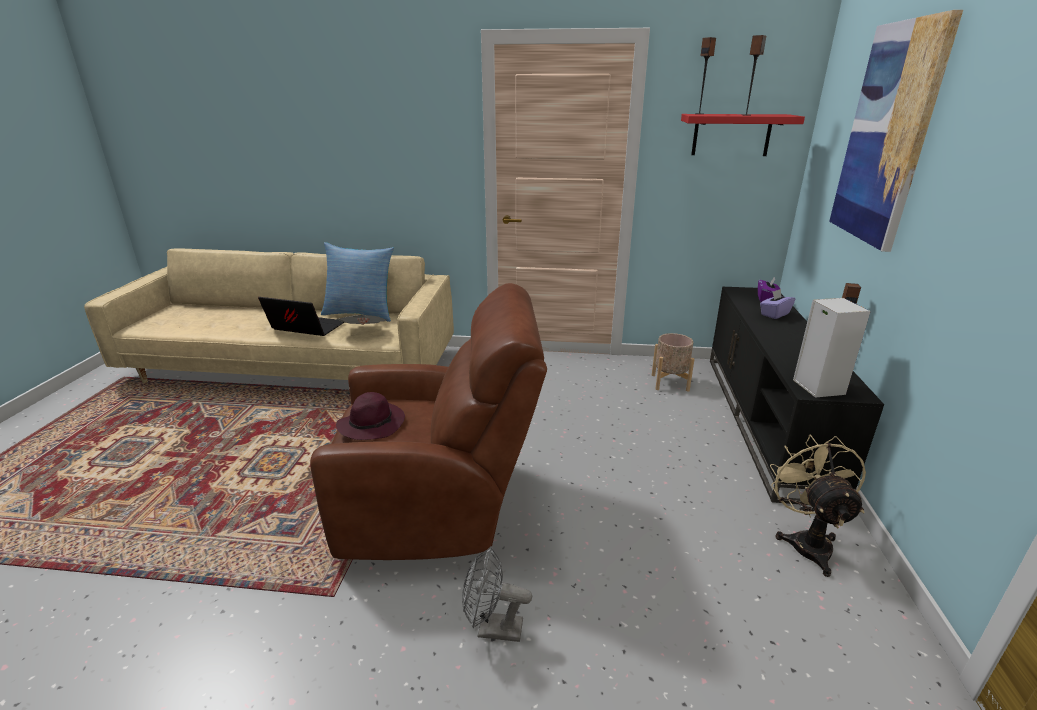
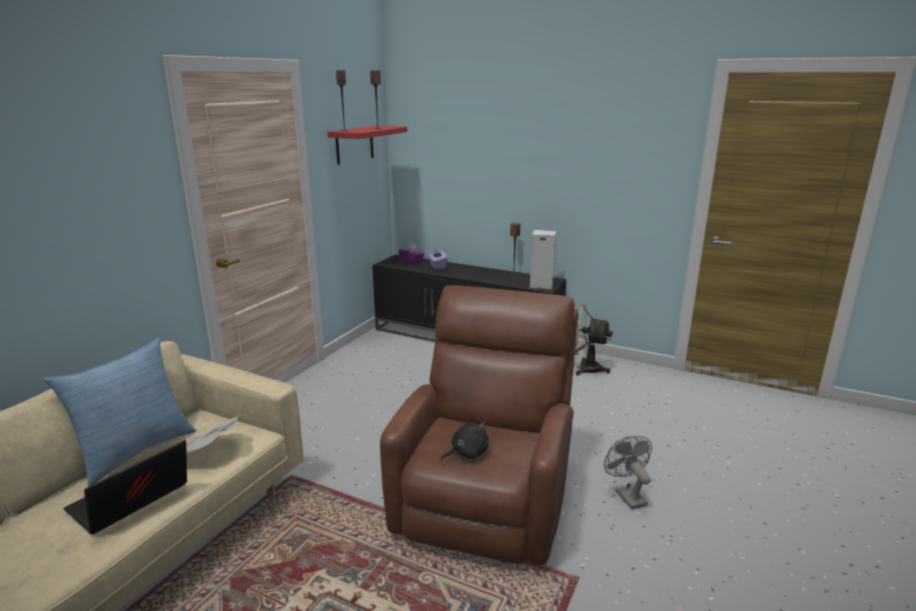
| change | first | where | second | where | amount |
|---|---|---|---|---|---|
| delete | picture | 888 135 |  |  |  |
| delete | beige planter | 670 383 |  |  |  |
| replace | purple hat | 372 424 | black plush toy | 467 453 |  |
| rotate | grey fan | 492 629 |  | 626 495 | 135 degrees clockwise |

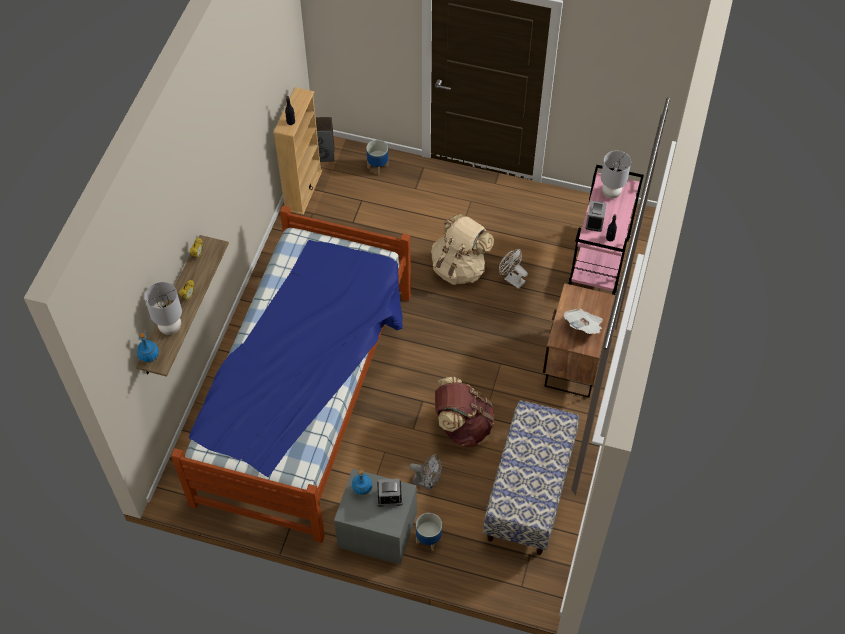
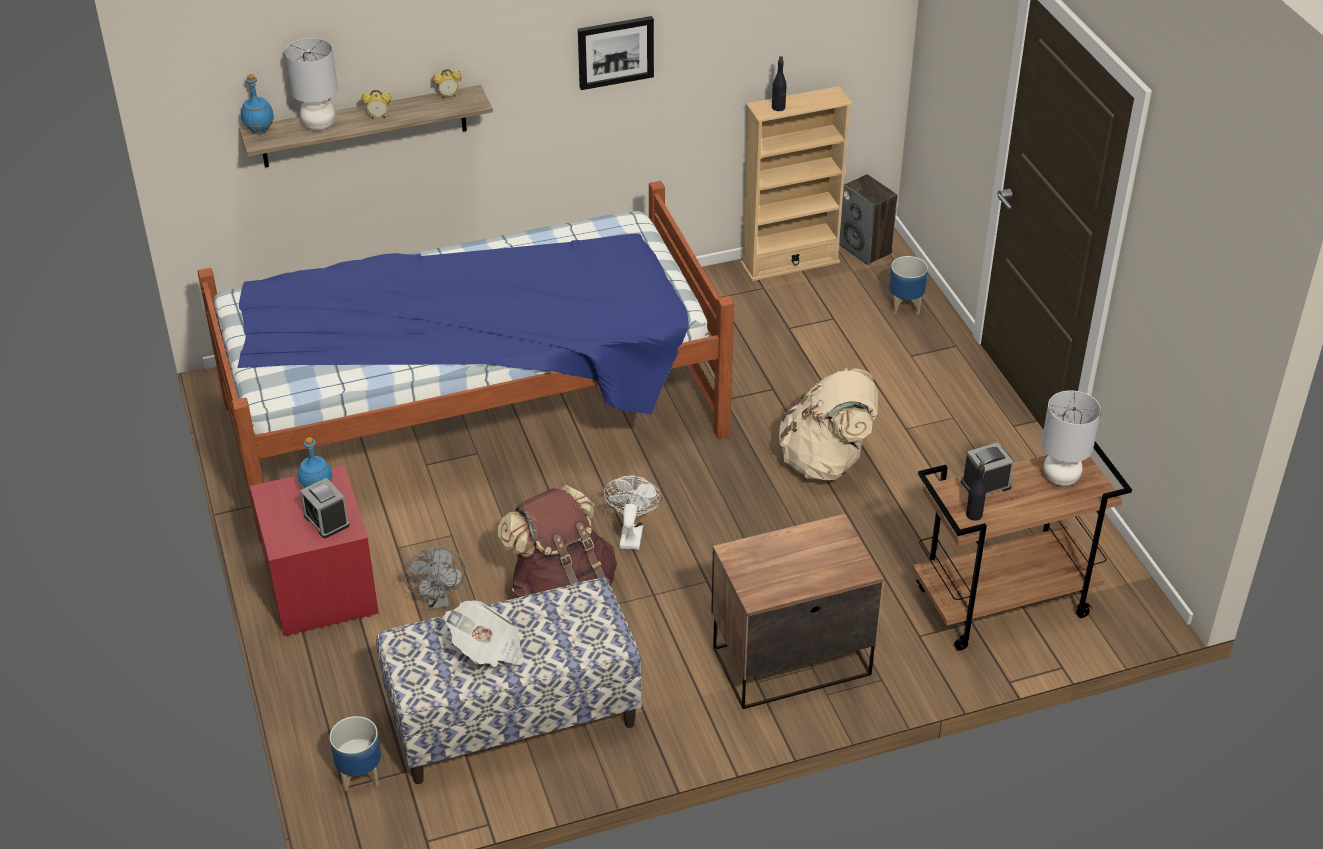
| change | first | where | second | where | amount |
|---|---|---|---|---|---|
| recolor | pink cart | 599 263 | brown cart | 1002 604 |  |
| move | white fan | 511 279 |  | 631 533 |  |
| move | newspaper | 583 327 |  | 488 650 |  |
| recolor | grey nightstand | 376 531 | red nightstand | 319 587 |  |
| move | planter | 428 539 |  | 359 775 |  |
| insert |  |  | picture | 615 51 |  |

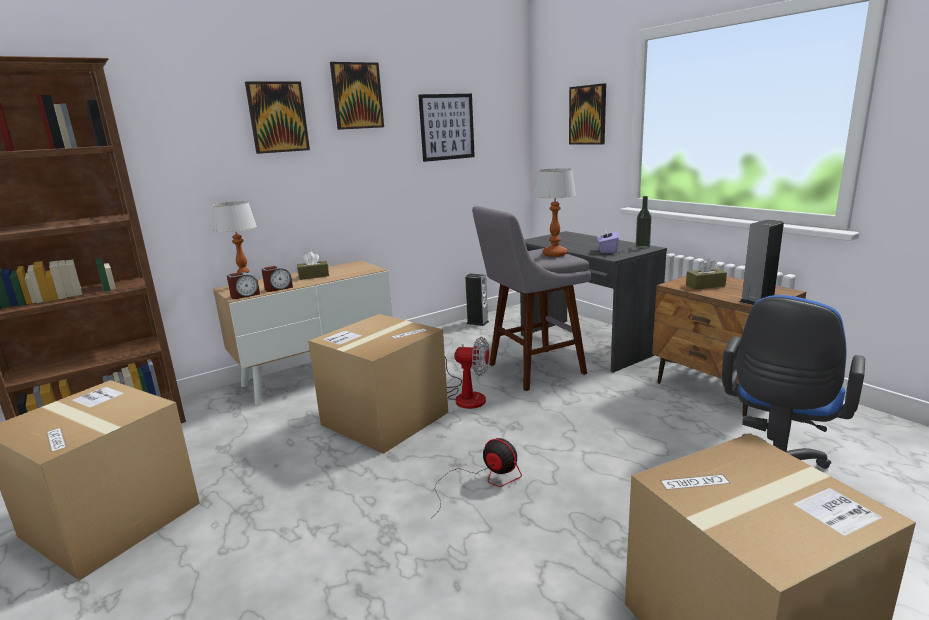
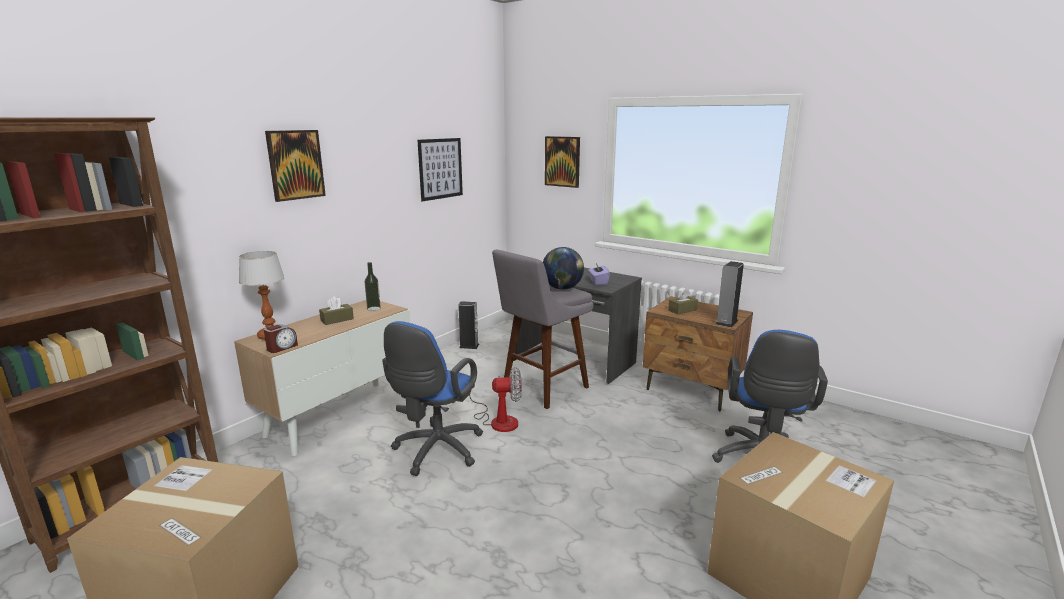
| change | first | where | second | where | amount |
|---|---|---|---|---|---|
| delete | picture | 357 96 |  |  |  |
| replace | table lamp | 555 254 | globe | 562 289 |  |
| move | bottle | 642 247 |  | 373 308 |  |
| delete | alarm clock | 278 288 |  |  |  |
| replace | cardboard box | 385 418 | blue office chair | 435 452 |  |
| delete | fan | 482 481 |  |  |  |

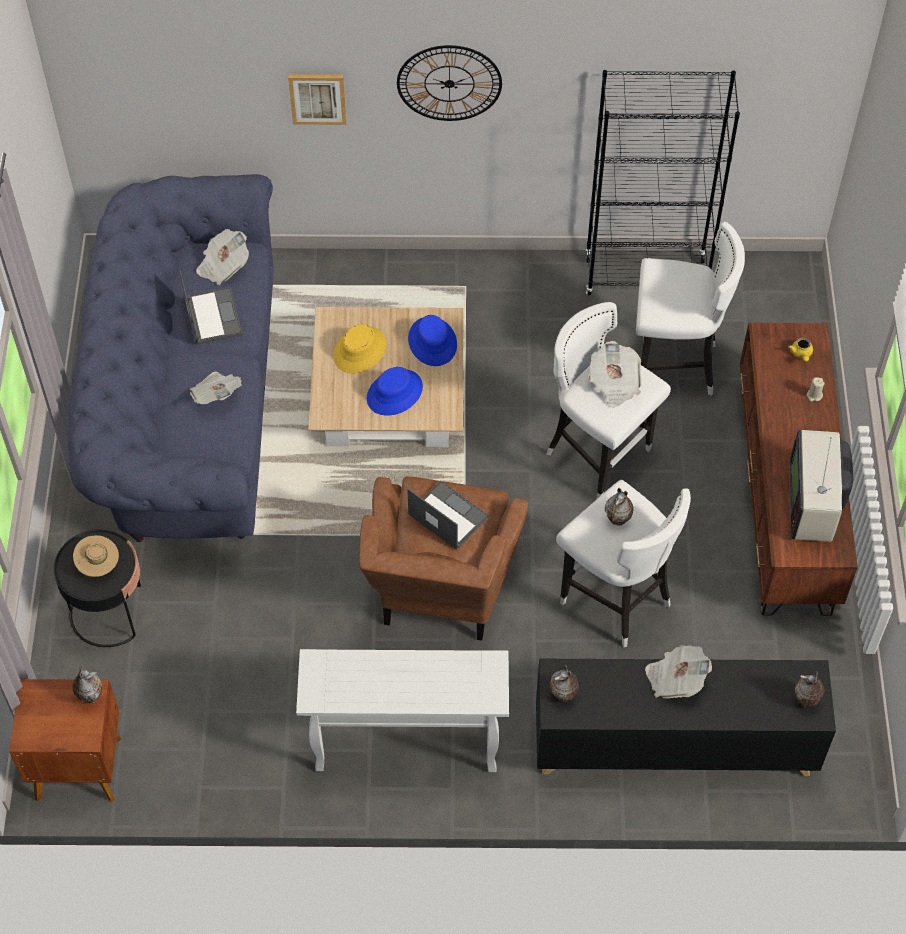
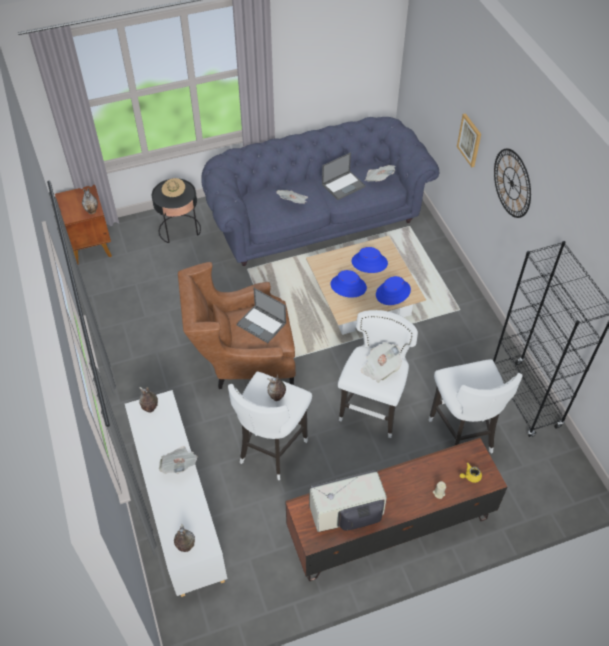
| change | first | where | second | where | amount |
|---|---|---|---|---|---|
| recolor | yellow hat | 360 350 | blue hat | 369 262 |  |
| rotate | laptop | 447 515 |  | 262 324 | 105 degrees clockwise |
| delete | white console table | 404 746 |  |  |  |
| recolor | black cabinet | 673 745 | white cabinet | 180 508 |  |

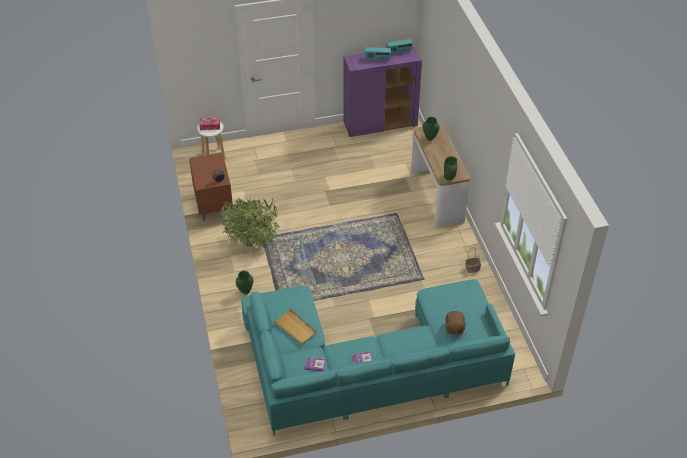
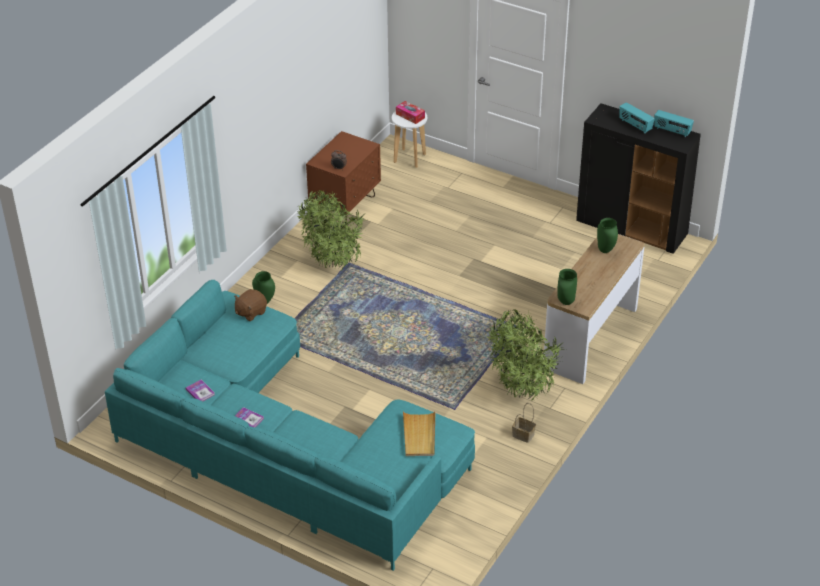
| change | first | where | second | where | amount |
|---|---|---|---|---|---|
| recolor | purple cabinet | 380 124 | black cabinet | 632 229 |  |
| move | beige tray | 295 328 |  | 419 435 |  |
| move | brown plush toy | 454 328 |  | 250 312 |  |
| insert |  |  | potted plant | 520 389 |  |

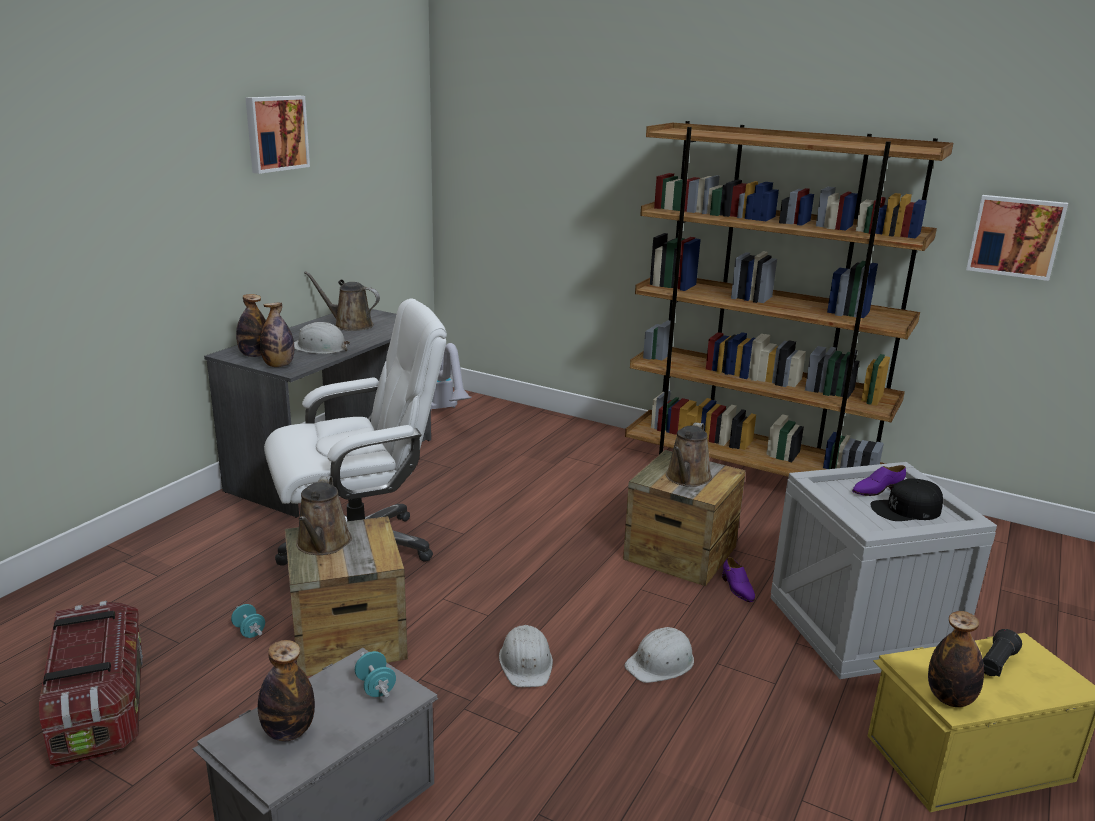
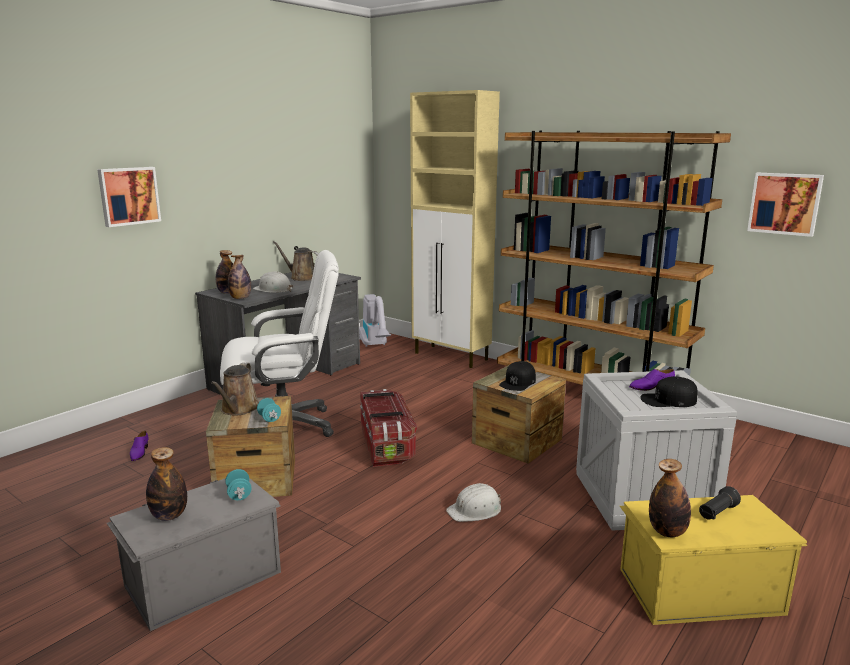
| change | first | where | second | where | amount |
|---|---|---|---|---|---|
| move | picture | 275 133 |  | 128 196 |  |
| replace | brown watering can | 687 478 | black cap | 518 382 |  |
| move | purple shoe | 737 588 |  | 139 453 |  |
| move | storage box | 100 707 |  | 386 445 |  |
| move | turquoise dumbbell | 249 631 |  | 269 418 |  |
| delete | white hard hat | 526 663 |  |  |  |
| insert |  |  | beige cabinet | 451 356 |  |

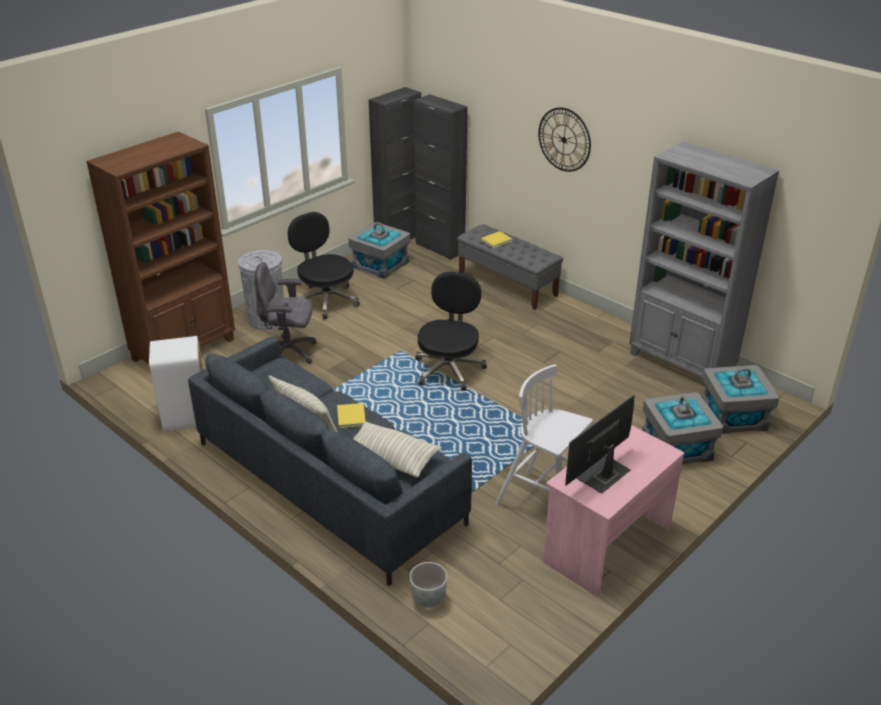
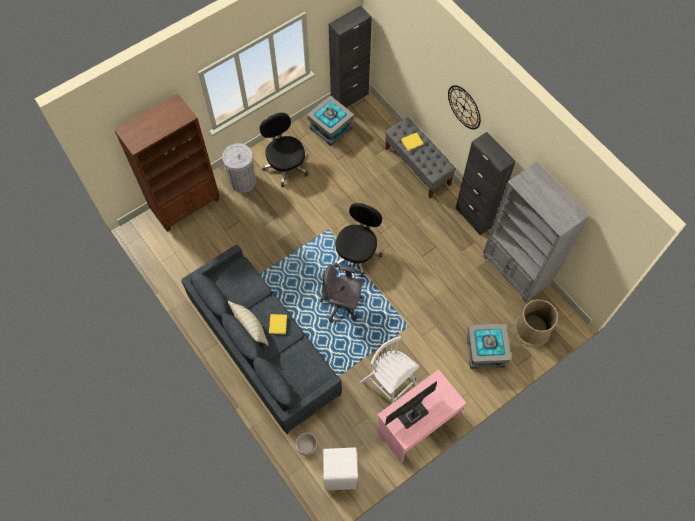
| change | first | where | second | where | amount |
|---|---|---|---|---|---|
| move | black cabinet | 440 248 |  | 474 217 |  |
| move | grey office chair | 289 353 |  | 342 305 |  |
| move | white trash can | 186 417 |  | 340 474 |  |
| replace | grey storage box | 733 416 | brown trash can | 531 329 |  |
| delete | pillow | 390 459 |  |  |  |

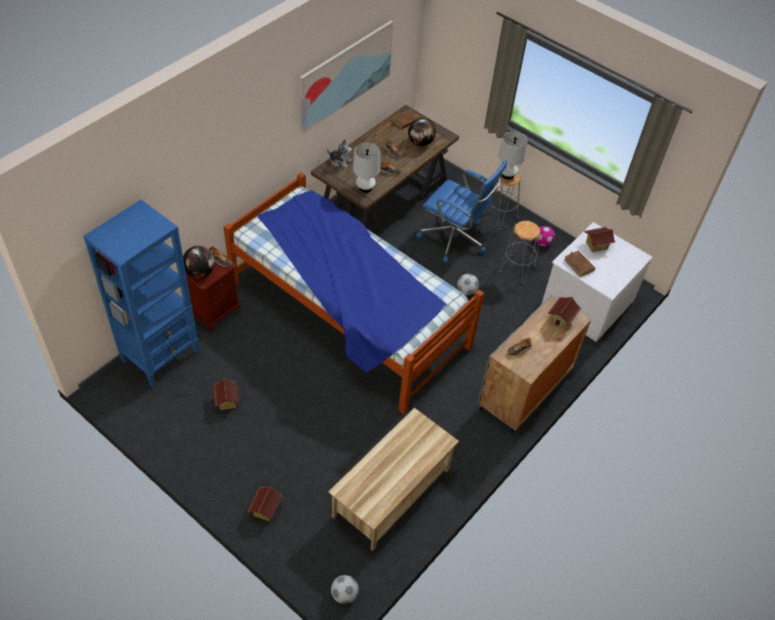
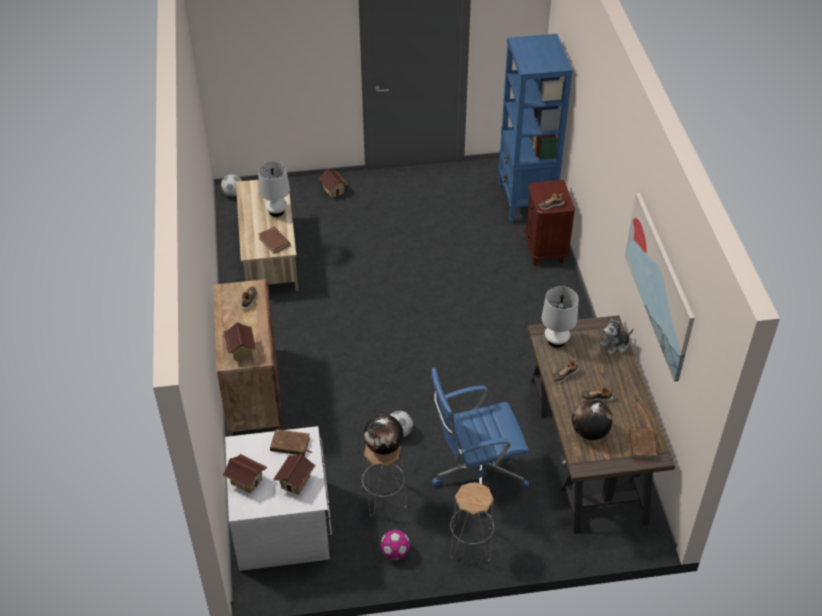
| change | first | where | second | where | amount |
|---|---|---|---|---|---|
| move | white table lamp | 507 174 |  | 276 211 |  |
| delete | bed | 348 315 |  |  |  |
| move | globe | 200 272 |  | 384 446 |  |
| recolor | grey cabinet | 524 391 | brown cabinet | 252 391 |  |
| move | toy house | 226 401 |  | 246 481 |  |
| insert |  |  | brown book | 274 241 |  |

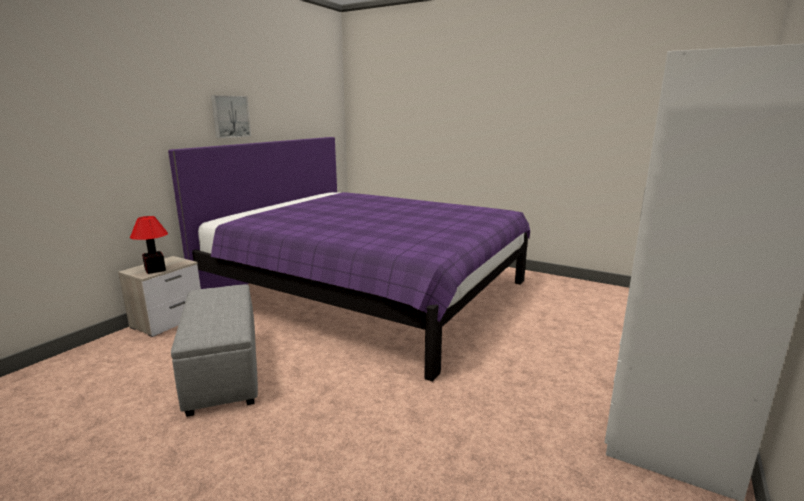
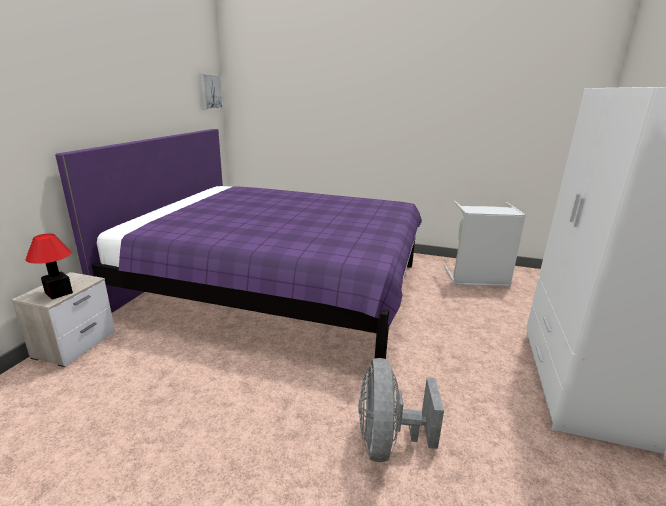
| change | first | where | second | where | amount |
|---|---|---|---|---|---|
| move | picture | 230 116 |  | 210 92 |  |
| delete | grey ottoman | 223 370 |  |  |  |
| insert |  |  | grey laundry basket | 477 279 |  |
| insert |  |  | grey fan | 388 441 |  |

